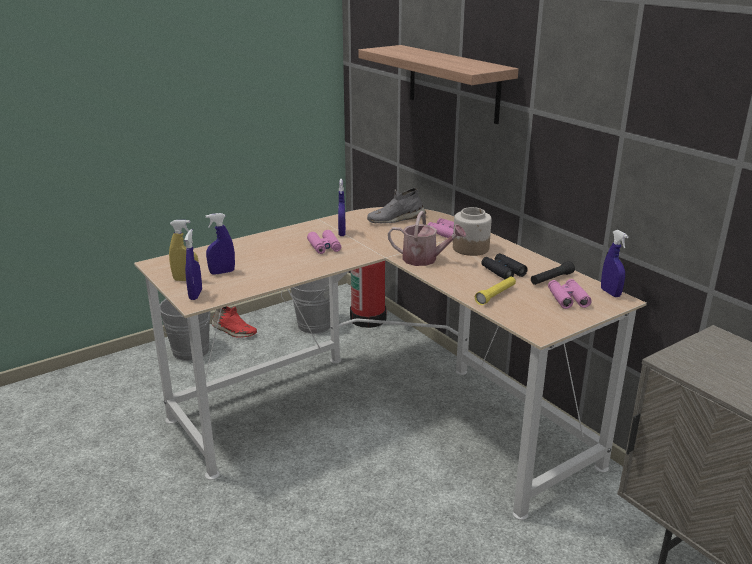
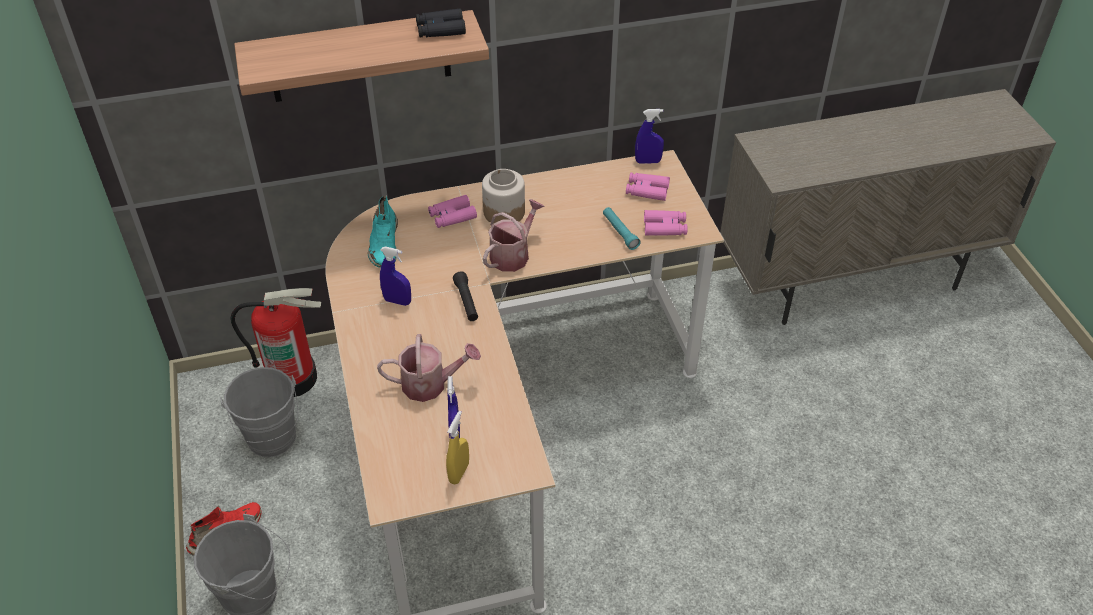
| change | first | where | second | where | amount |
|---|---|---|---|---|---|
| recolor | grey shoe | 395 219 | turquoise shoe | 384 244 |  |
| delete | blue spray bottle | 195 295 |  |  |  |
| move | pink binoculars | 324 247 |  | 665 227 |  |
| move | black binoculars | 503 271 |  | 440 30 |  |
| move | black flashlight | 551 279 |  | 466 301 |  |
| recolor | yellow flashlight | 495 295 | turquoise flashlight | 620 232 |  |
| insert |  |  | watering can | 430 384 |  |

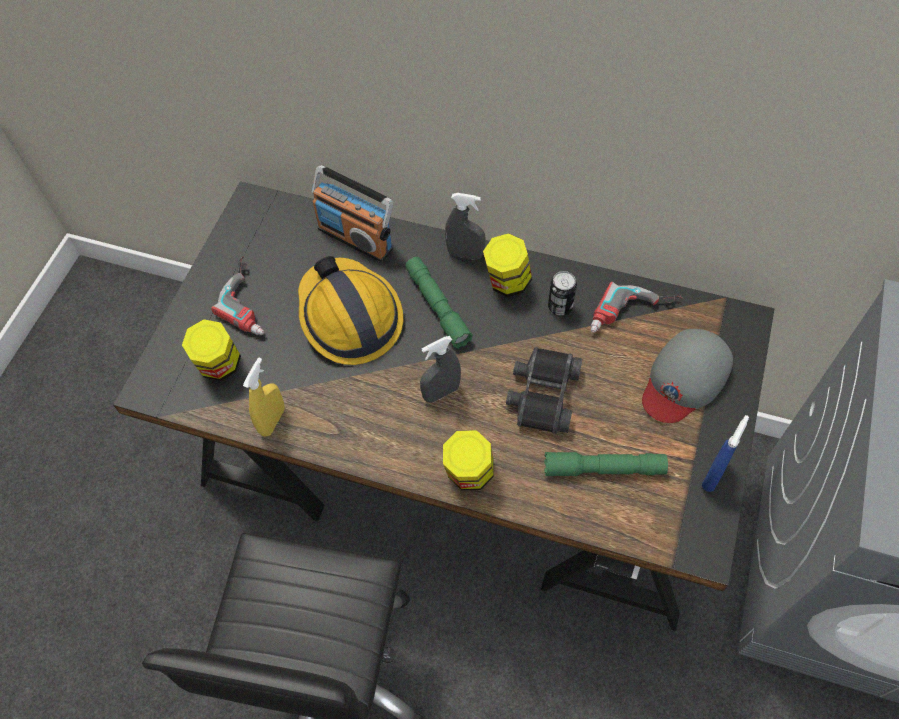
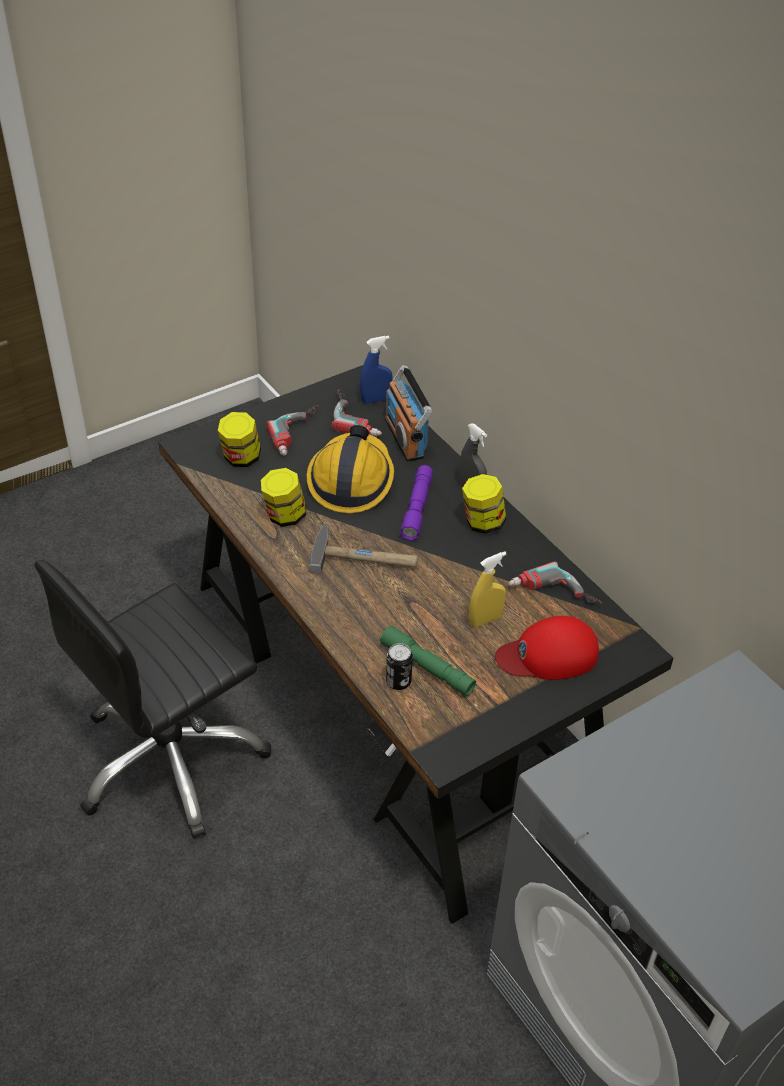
| change | first | where | second | where | amount |
|---|---|---|---|---|---|
| recolor | green flashlight | 437 306 | purple flashlight | 417 508 |  |
| move | can | 560 306 |  | 398 681 |  |
| recolor | grey cap | 684 379 | red cap | 548 655 |  |
| replace | grey spray bottle | 441 392 | hammer | 365 557 |  |
| delete | black binoculars | 542 395 |  |  |  |
| move | yellow spray bottle | 272 421 |  | 485 620 |  |
| move | blue spray bottle | 713 475 |  | 376 400 |  |
| move | jar | 469 474 |  | 284 516 |  |
| insert |  |  | power drill | 358 417 |  |

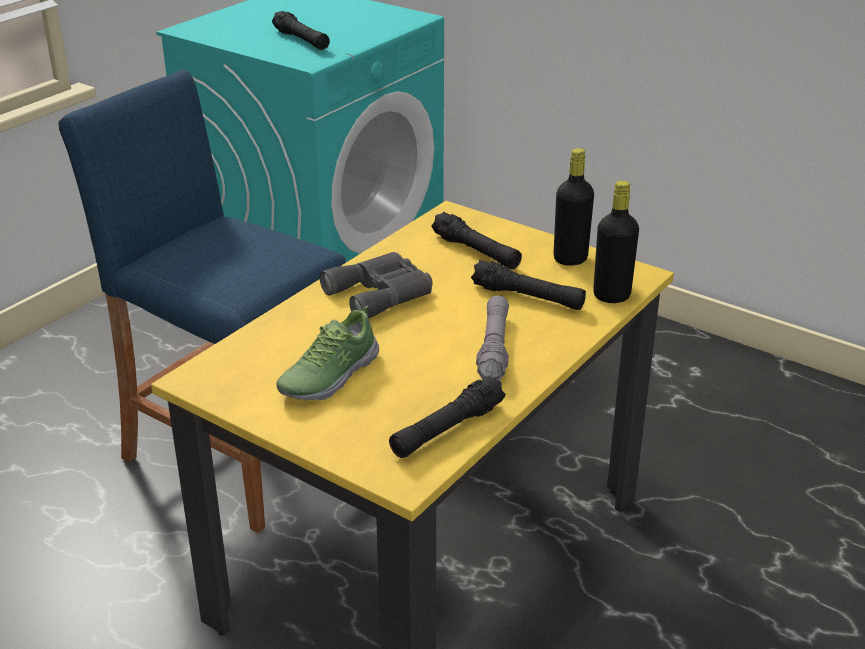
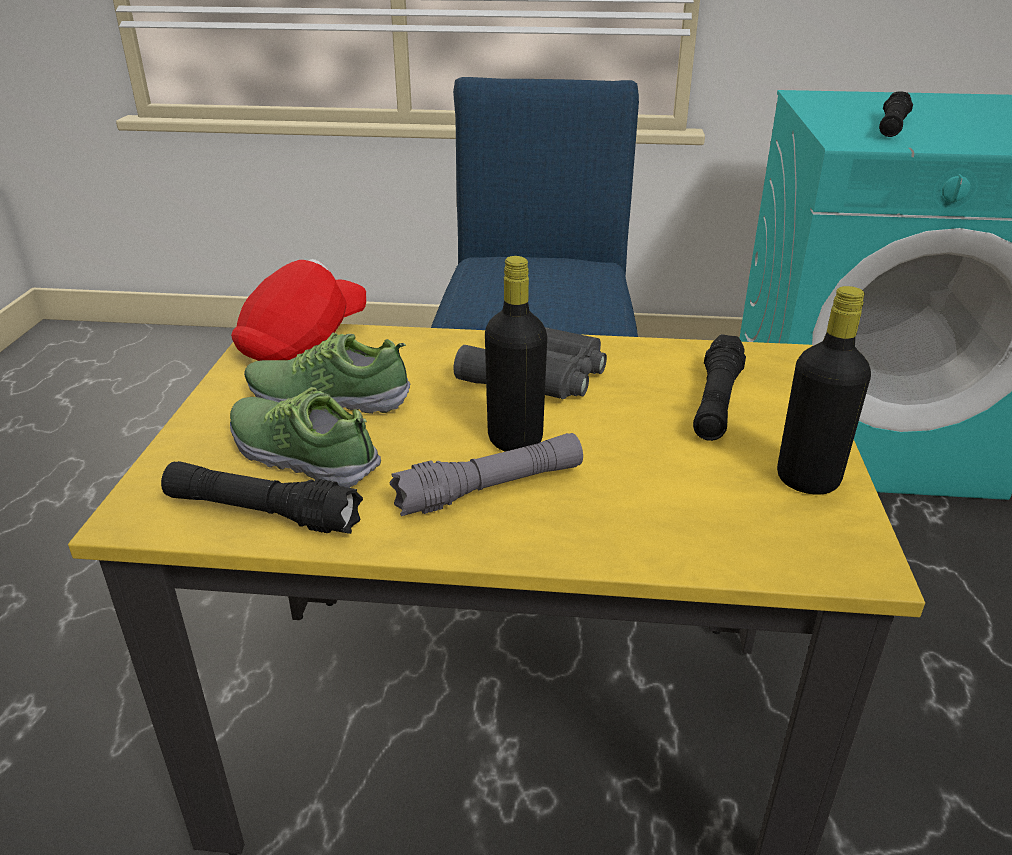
| change | first | where | second | where | amount |
|---|---|---|---|---|---|
| move | black bottle | 611 296 |  | 515 440 |  |
| delete | black flashlight | 528 297 |  |  |  |
| insert |  |  | red cap | 304 342 |  |
| insert |  |  | shoe | 303 455 |  |

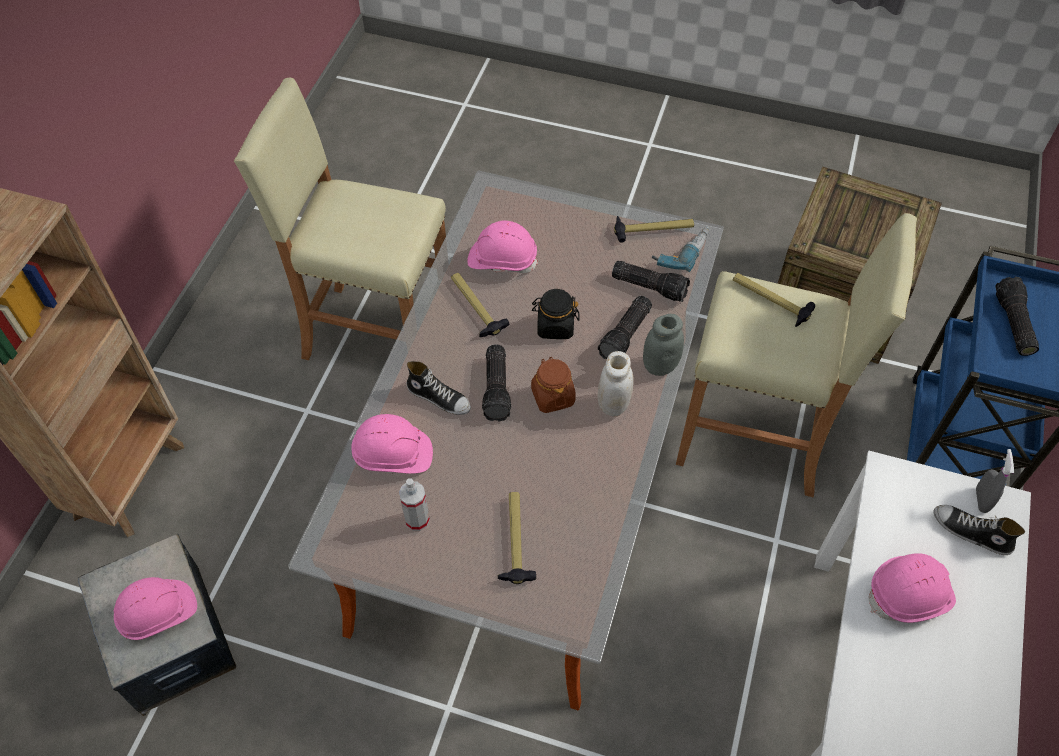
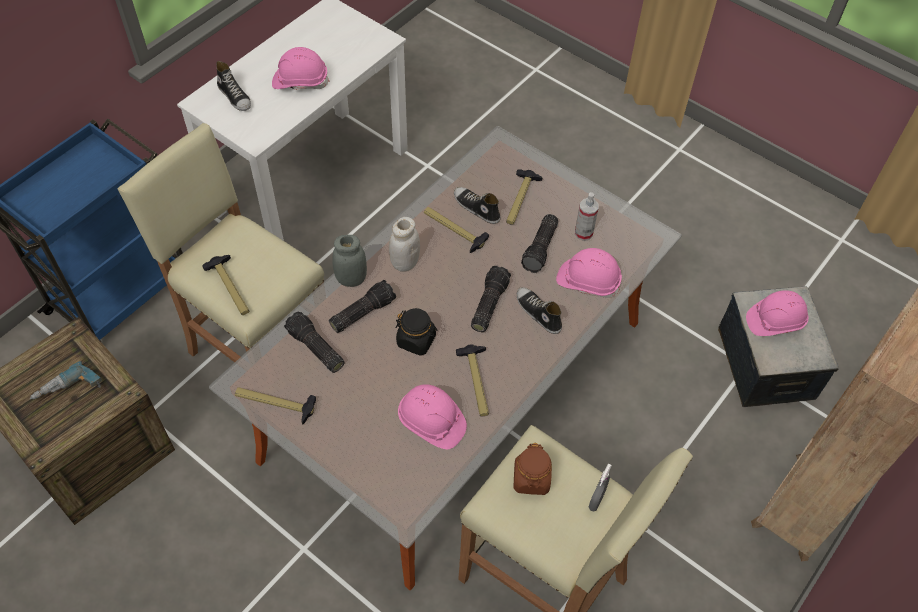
| change | first | where | second | where | amount |
|---|---|---|---|---|---|
| move | power drill | 681 250 |  | 68 392 |  |
| move | flashlight | 1012 323 |  | 541 249 |  |
| move | brown jar | 552 396 |  | 531 479 |  |
| move | grey spray bottle | 981 500 |  | 596 500 |  |
| insert |  |  | shoe | 476 208 |  |
| insert |  |  | hammer | 453 230 |  |

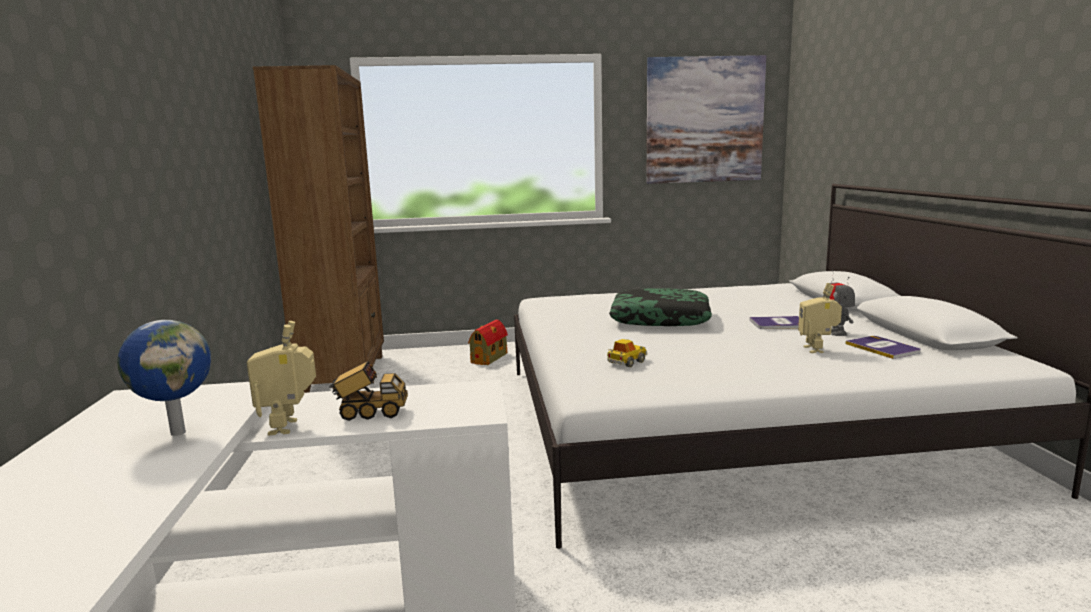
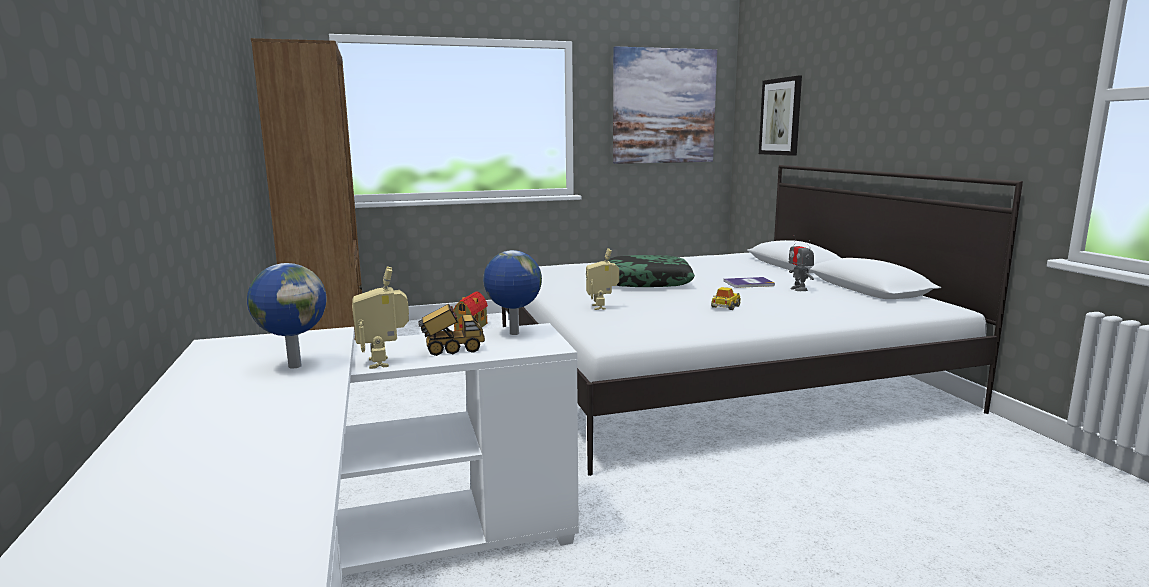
| change | first | where | second | where | amount |
|---|---|---|---|---|---|
| move | toy robot | 817 349 |  | 602 307 |  |
| delete | book | 883 348 |  |  |  |
| move | toy car | 627 362 |  | 725 307 |  |
| insert |  |  | picture | 781 117 |  |
| insert |  |  | globe | 514 334 |  |

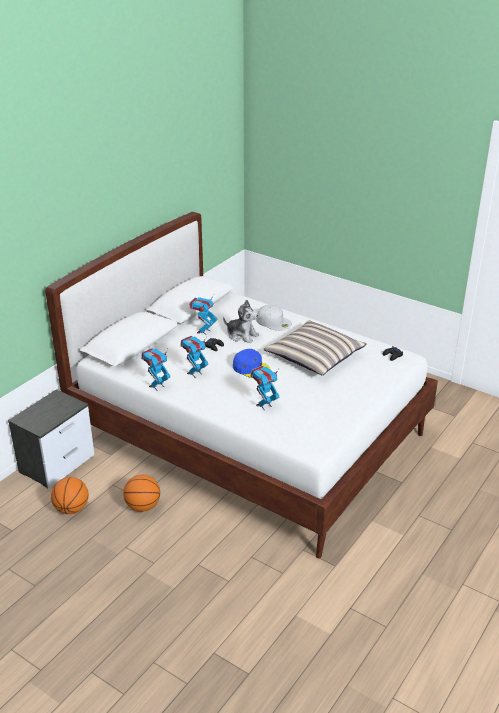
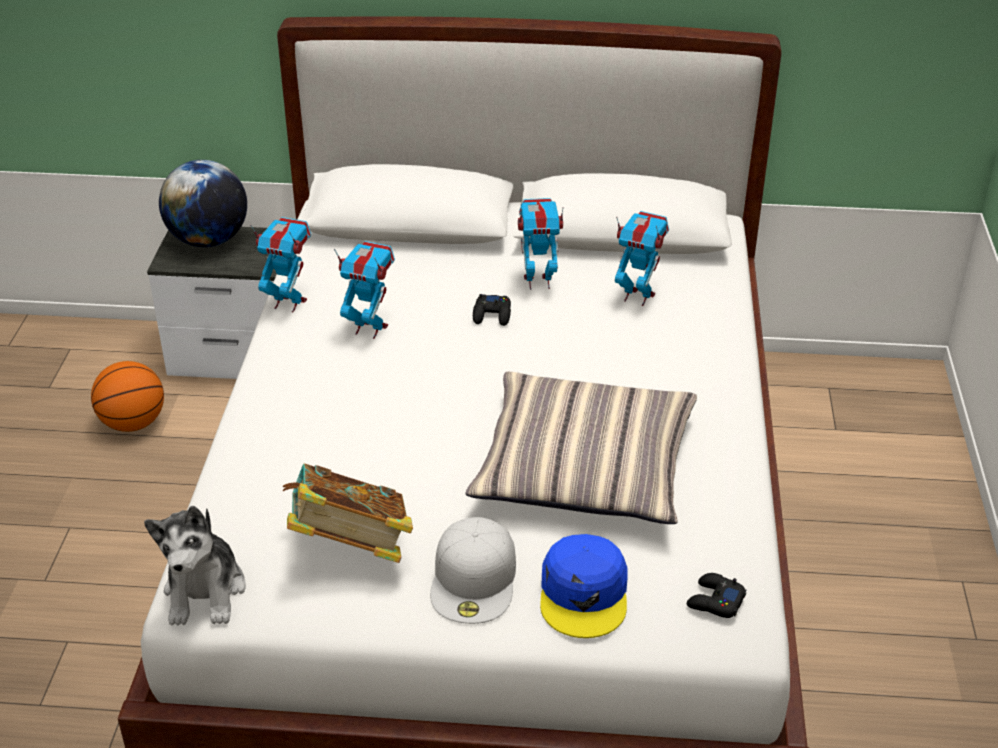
| change | first | where | second | where | amount |
|---|---|---|---|---|---|
| move | plush toy | 242 335 |  | 205 591 |  |
| move | white cap | 274 322 |  | 475 580 |  |
| move | blue cap | 251 368 |  | 584 594 |  |
| move | toy robot | 264 405 |  | 637 296 |  |
| delete | basketball | 143 506 |  |  |  |
| insert |  |  | globe | 209 240 |  |
| insert |  |  | book | 350 547 |  |

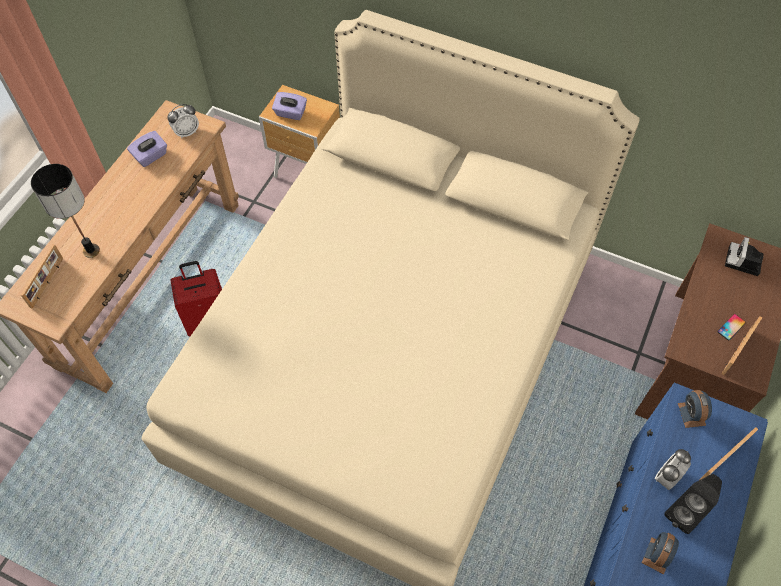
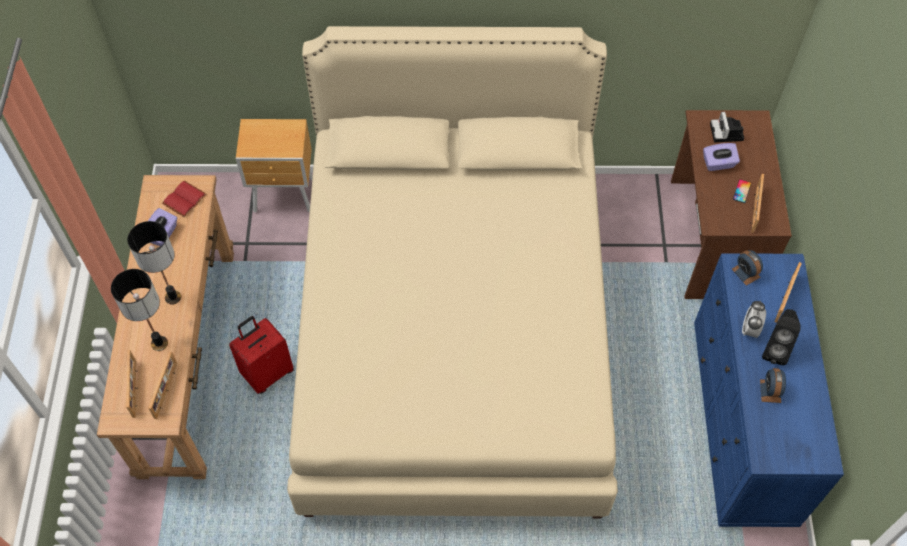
| change | first | where | second | where | amount |
|---|---|---|---|---|---|
| move | purple tissue box | 290 113 |  | 718 163 |  |
| replace | alarm clock | 187 132 | red book | 184 198 |  |
| insert |  |  | table lamp | 173 298 |  |
| insert |  |  | picture frame | 166 390 |  |

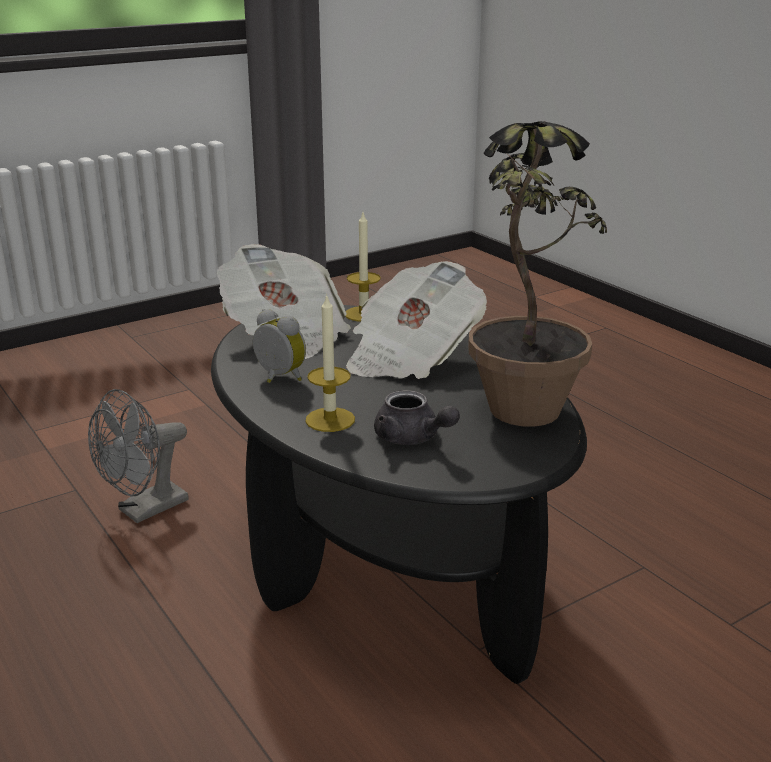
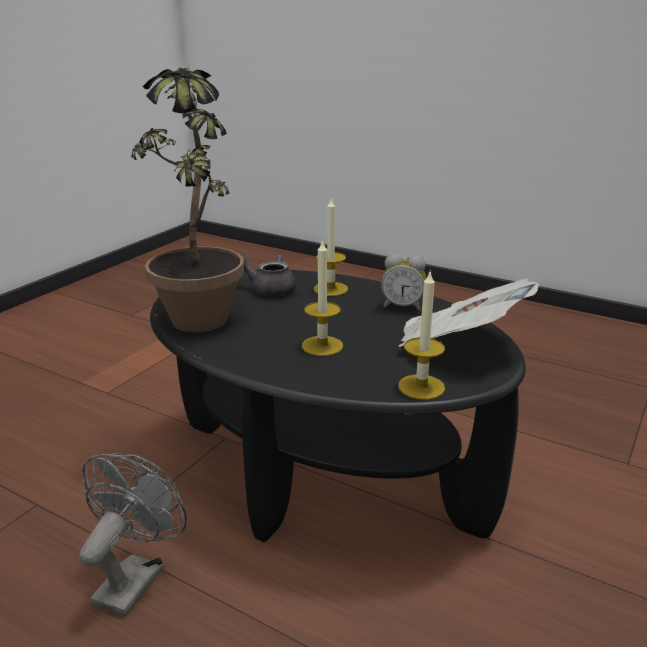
| change | first | where | second | where | amount |
|---|---|---|---|---|---|
| replace | newspaper | 410 356 | candle | 322 346 |  |
| move | grey fan | 145 510 |  | 135 577 |  |

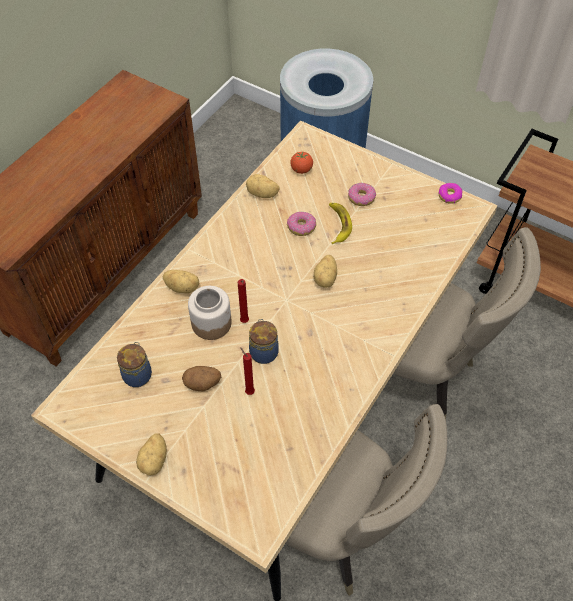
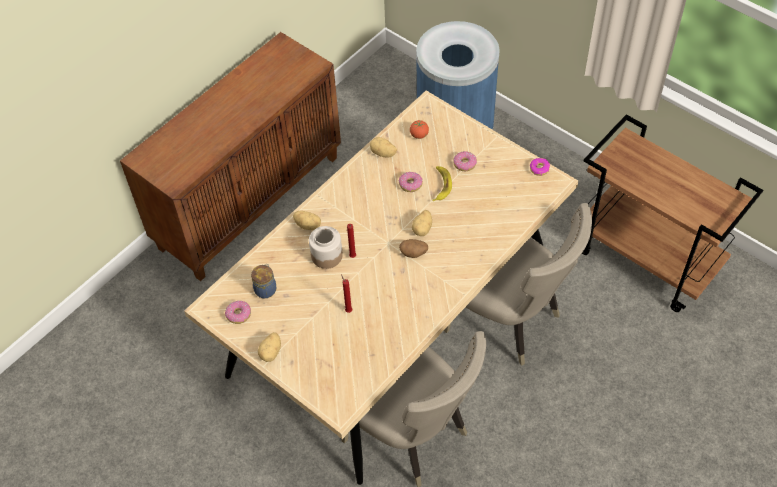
| change | first | where | second | where | amount |
|---|---|---|---|---|---|
| delete | jar | 263 351 |  |  |  |
| move | potato | 203 383 |  | 413 253 |  |
| insert |  |  | donut | 239 314 |  |

